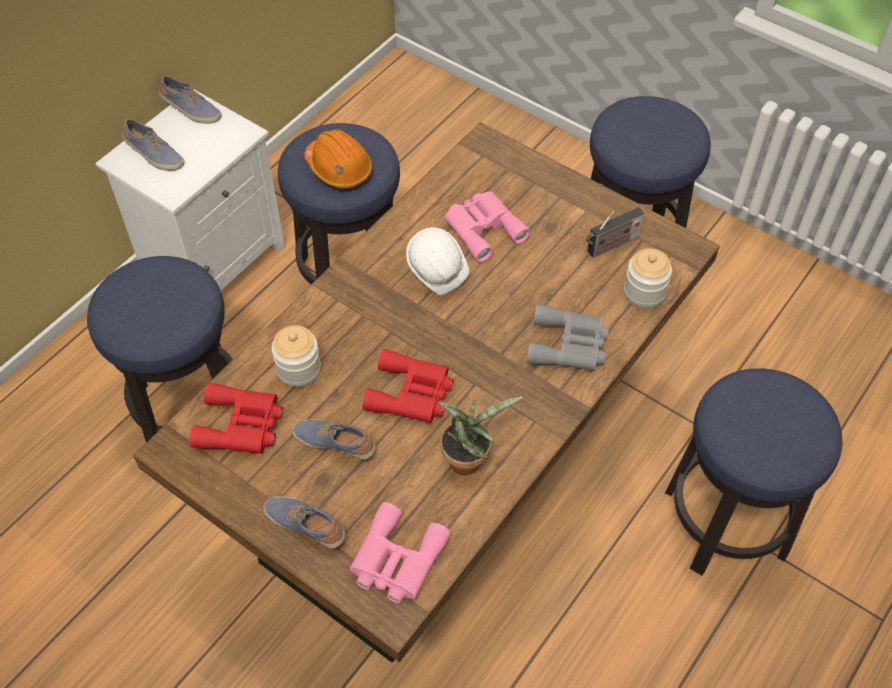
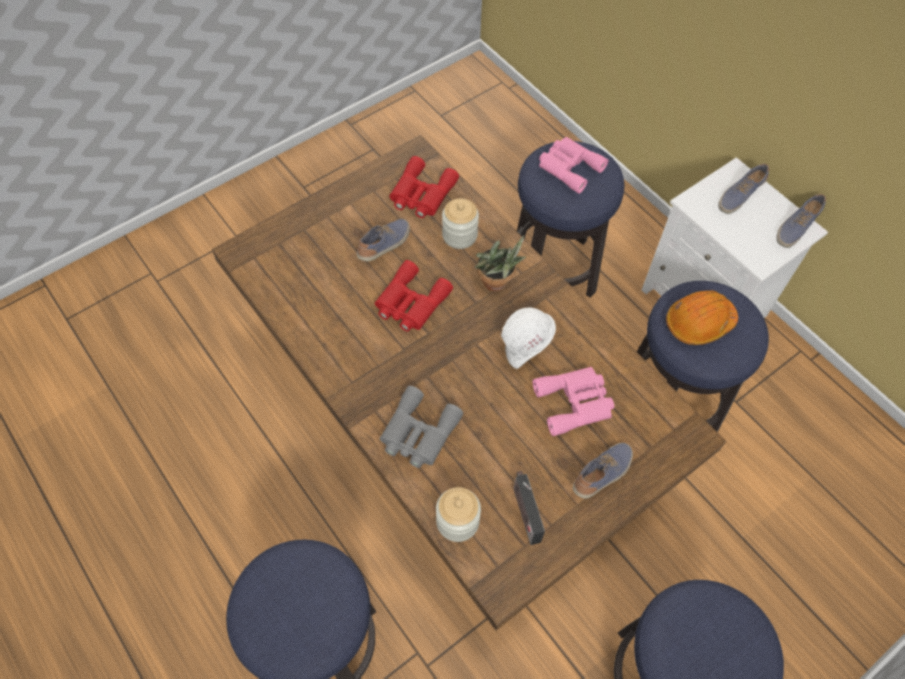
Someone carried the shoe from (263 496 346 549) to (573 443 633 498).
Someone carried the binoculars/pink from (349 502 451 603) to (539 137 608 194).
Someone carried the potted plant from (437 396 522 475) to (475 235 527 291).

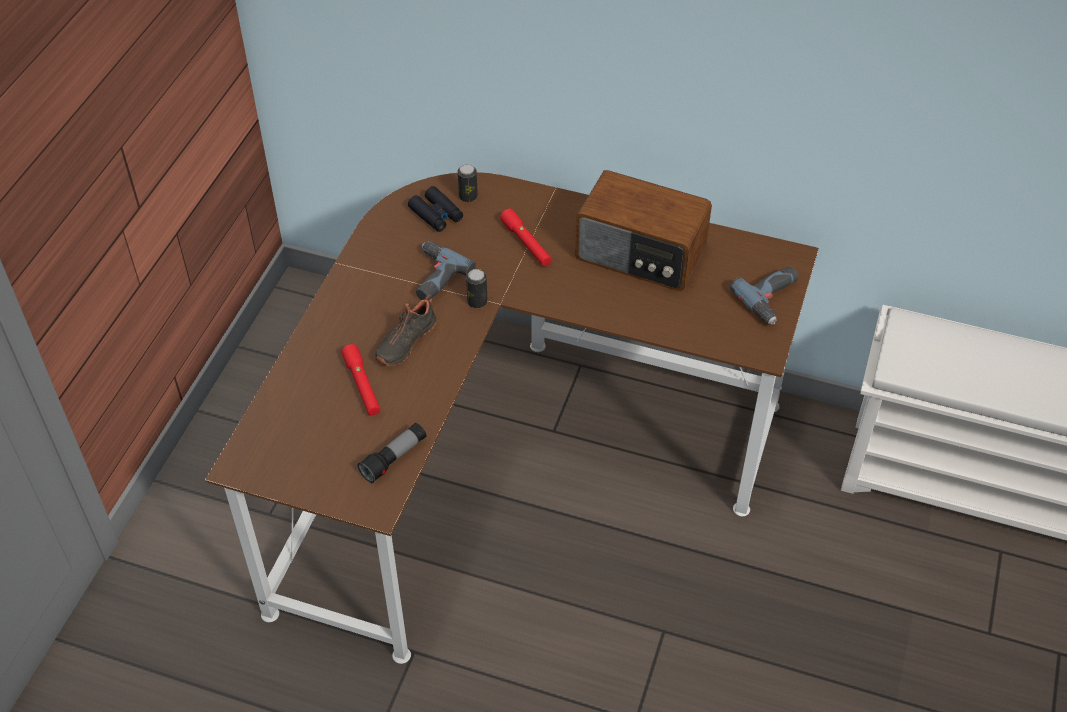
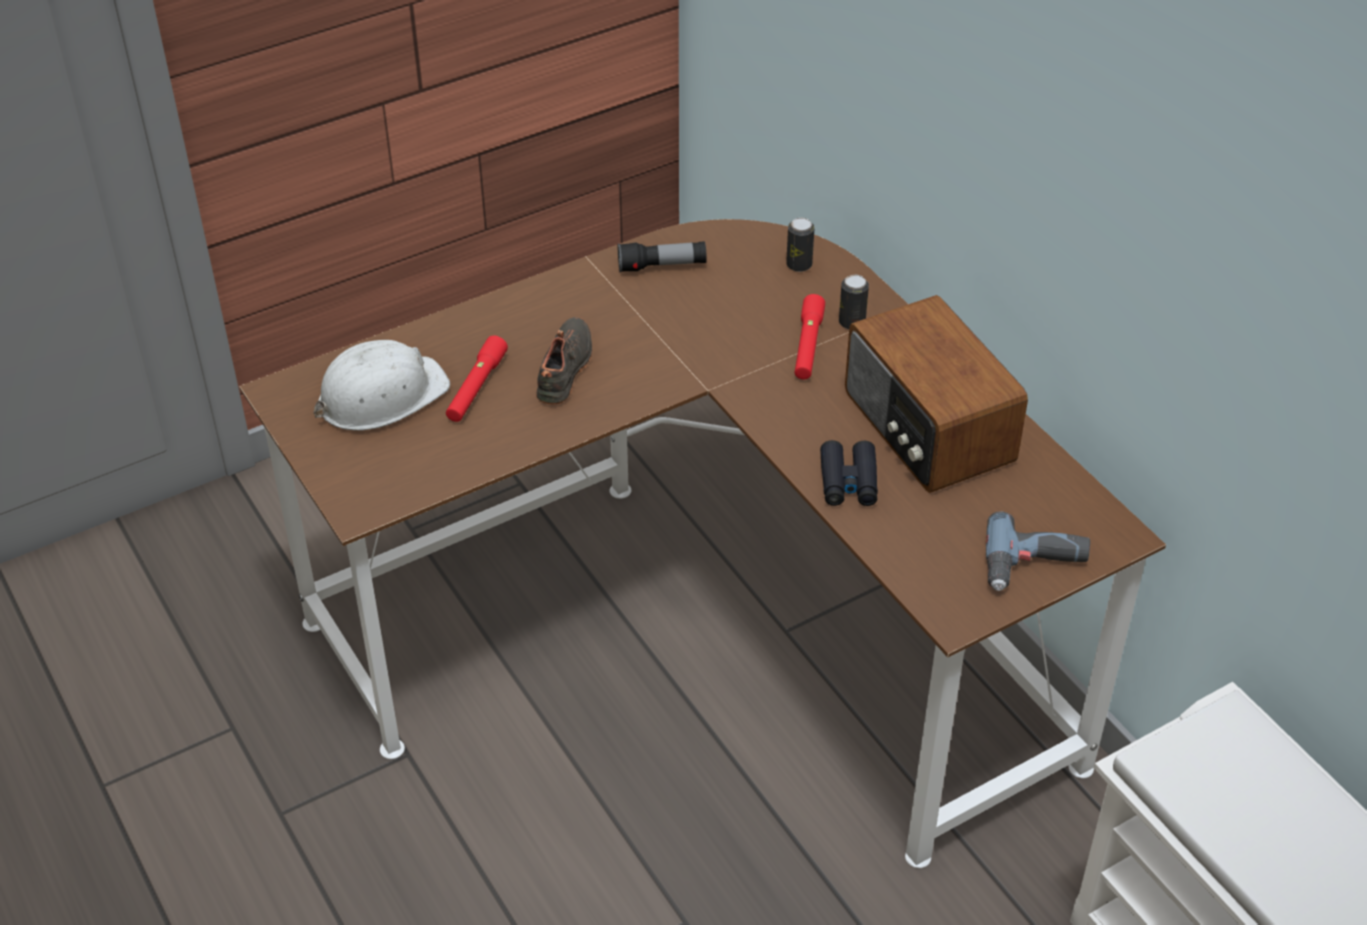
Someone carried the flashlight from (357 423 426 483) to (618 241 707 273).
Someone rotated the shoe/black at (375 295 436 366) by 120 degrees clockwise.
Someone carried the binoculars/black from (408 186 463 232) to (820 440 878 506).
Someone took away the power drill at (416 241 476 300).
Someone carried the can from (466 269 487 308) to (839 275 869 329).
Someone put down the hard hat/white at (313 340 450 431).

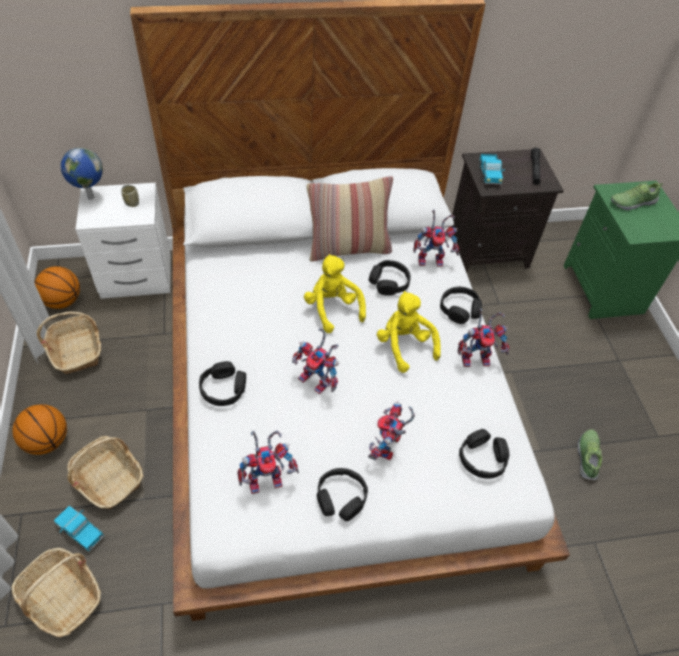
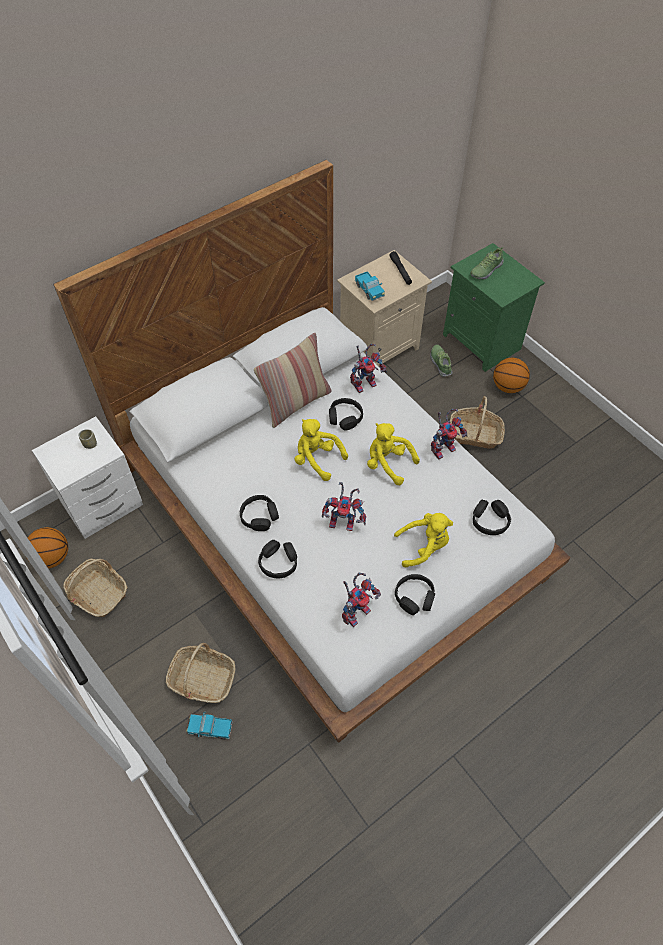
Someone carried the basket from (11 548 101 637) to (450 396 505 449).
Someone carried the basketball from (12 404 67 455) to (493 358 530 393).
Someone took away the globe at (61 148 103 200).
Someone swapped the toy robot at (368 401 415 460) for the plush toy/yellow at (394 513 453 567).
Someone carried the headphones/black from (440 287 482 324) to (240 495 279 531).
Someone repainted the nightstand/black at (450 149 564 273), which became the nightstand/beige at (337 250 432 366).
Someone carried the shoe from (577 429 602 480) to (430 345 453 377).

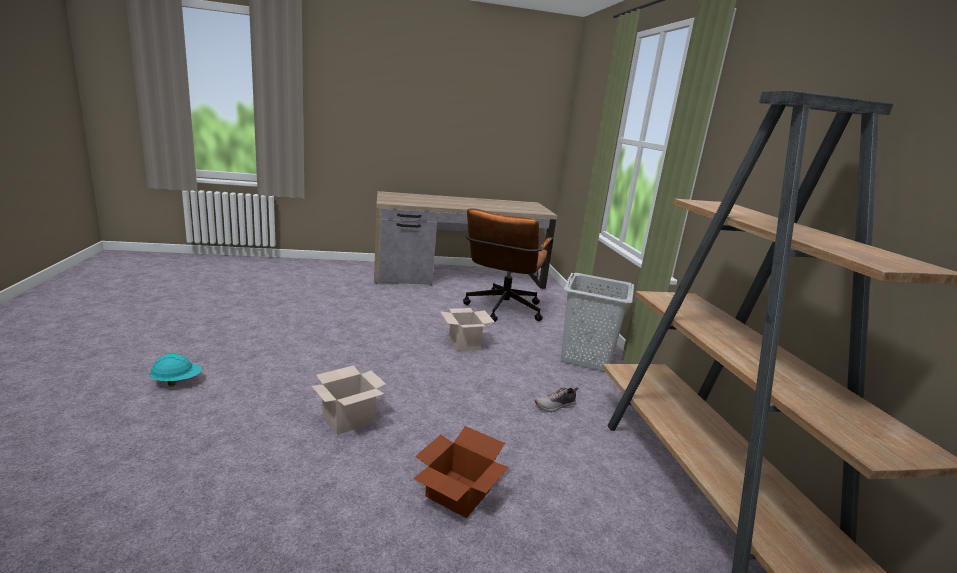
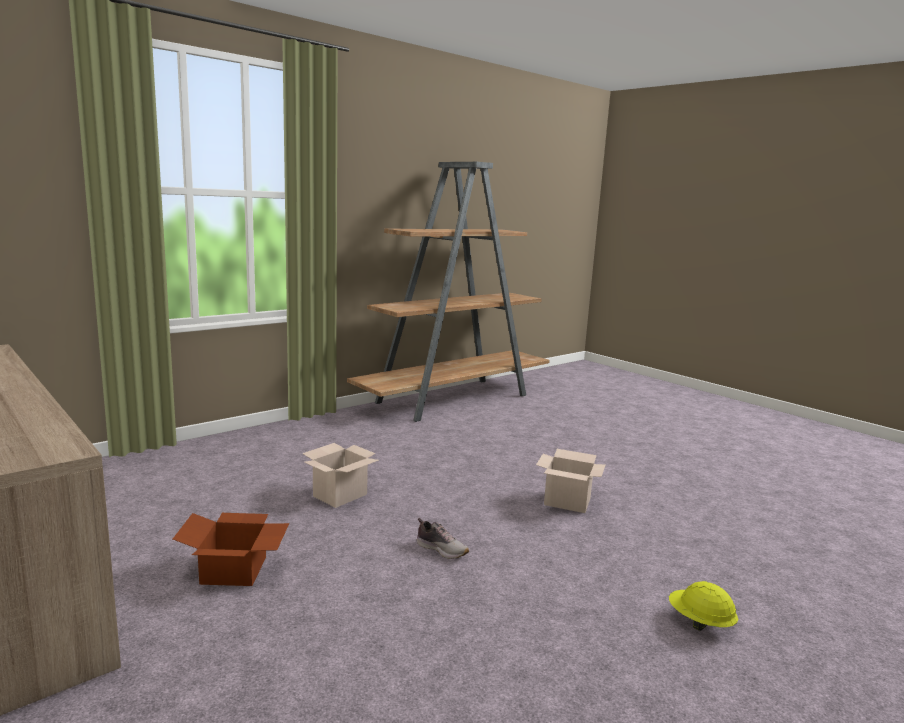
Someone repainted the hard hat/turquoise at (150 354 202 387), which became the hard hat/yellow at (669 581 738 631).
Someone carried the cardboard box from (414 426 508 518) to (173 513 289 586).
Someone took away the office chair/brown at (463 209 553 322).
Someone carried the shoe from (535 387 578 412) to (417 518 469 559).
Someone took away the laundry basket/grey at (561 273 634 372).

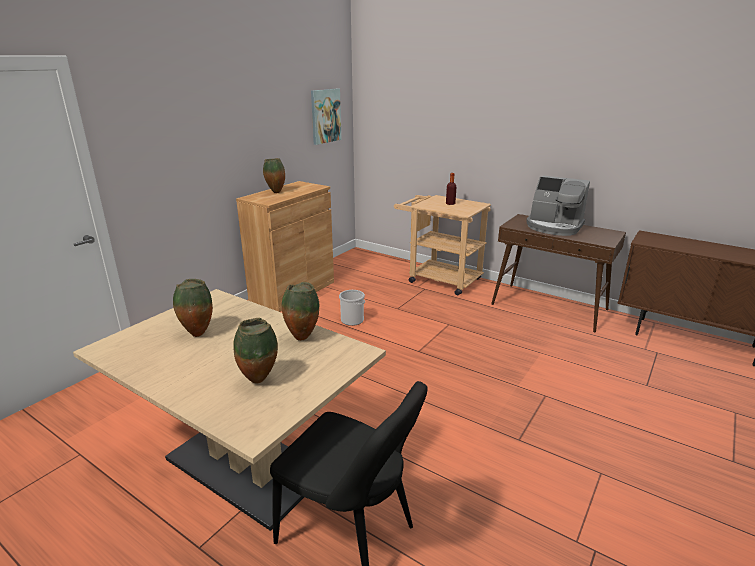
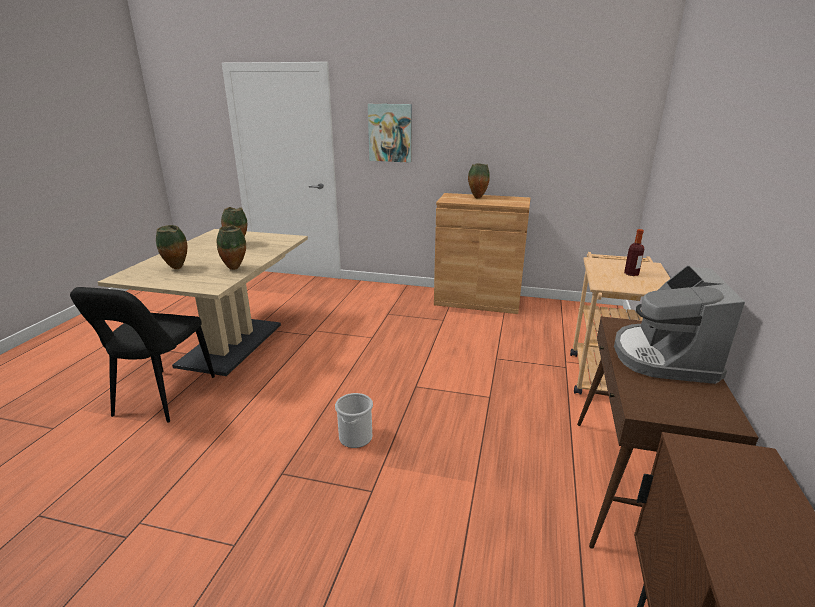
Someone carried the picture from (311 89 342 145) to (368 104 412 163).
Someone carried the bucket from (339 290 365 326) to (335 393 373 448).

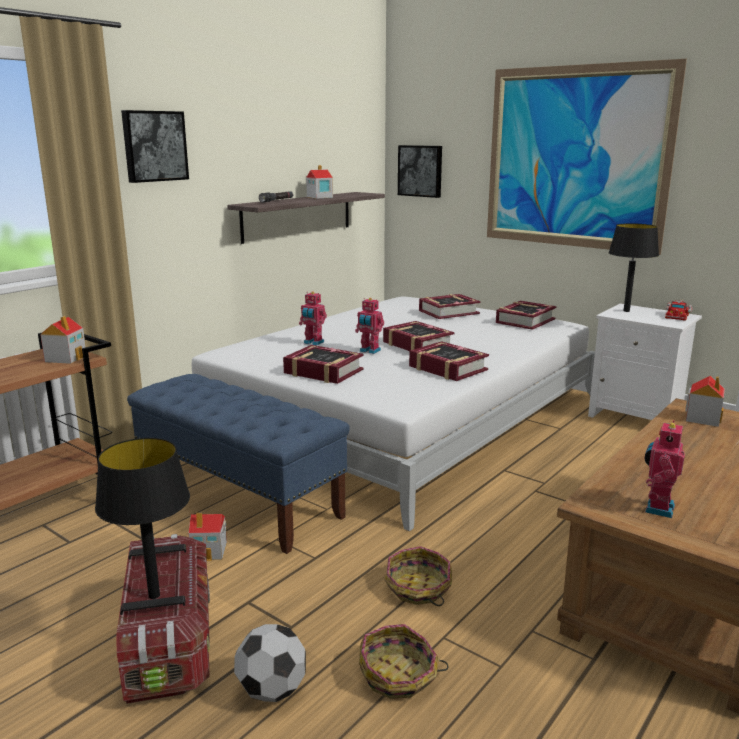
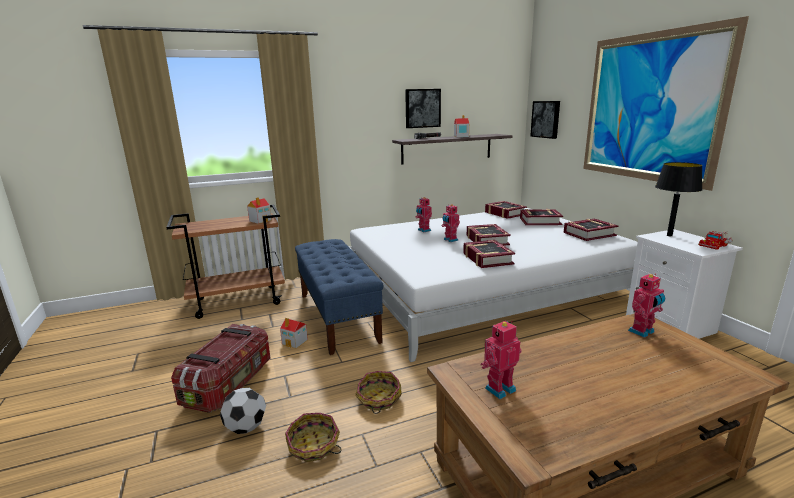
Someone took away the table lamp/black at (95 438 190 599).
Someone carried the picture from (121 110 189 183) to (405 89 441 128).
Someone carried the book from (283 345 364 384) to (485 201 527 219).
Someone swapped the toy house at (685 376 725 427) for the toy robot at (628 273 665 338).

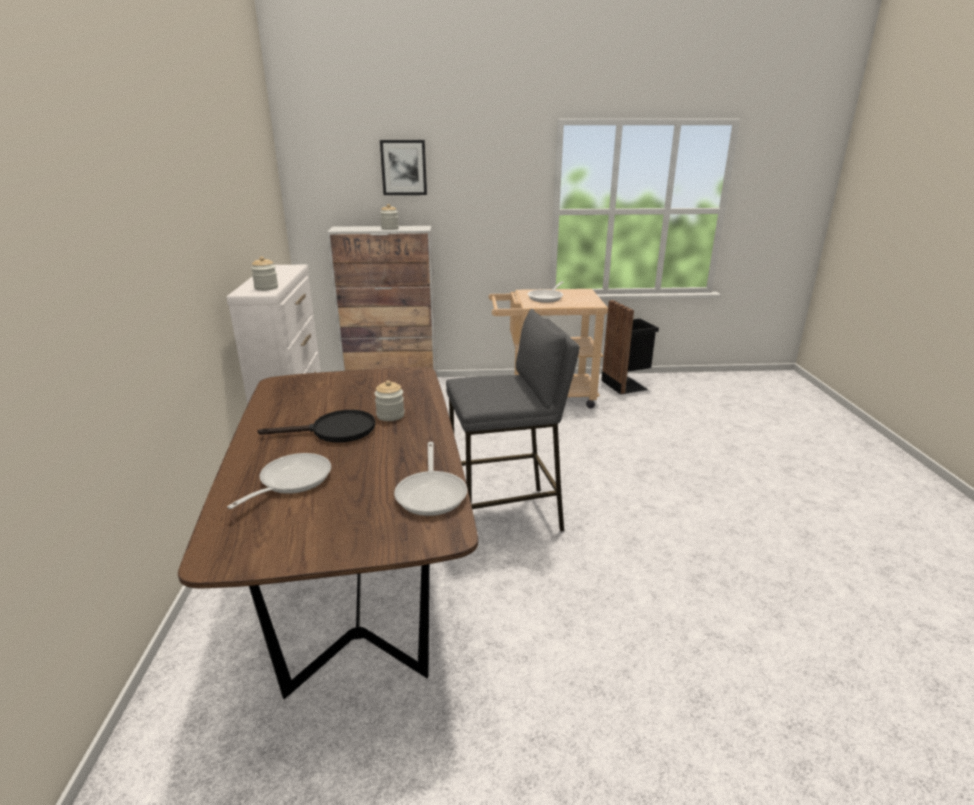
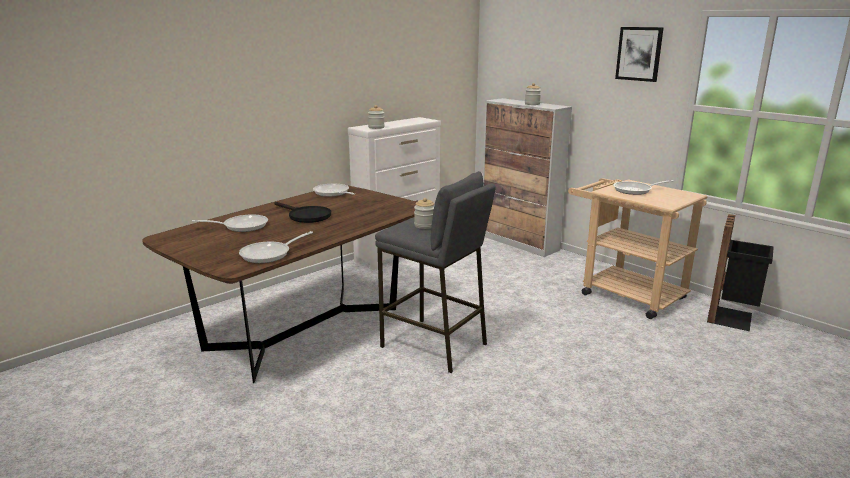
Someone carried the jar from (375 380 405 421) to (414 198 434 229).
Someone carried the picture from (380 140 427 195) to (615 27 664 82).
Someone put down the frying pan at (313 184 355 197).

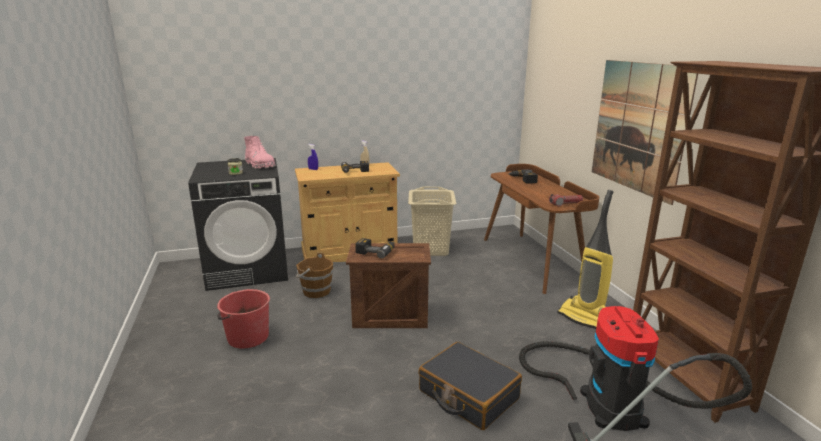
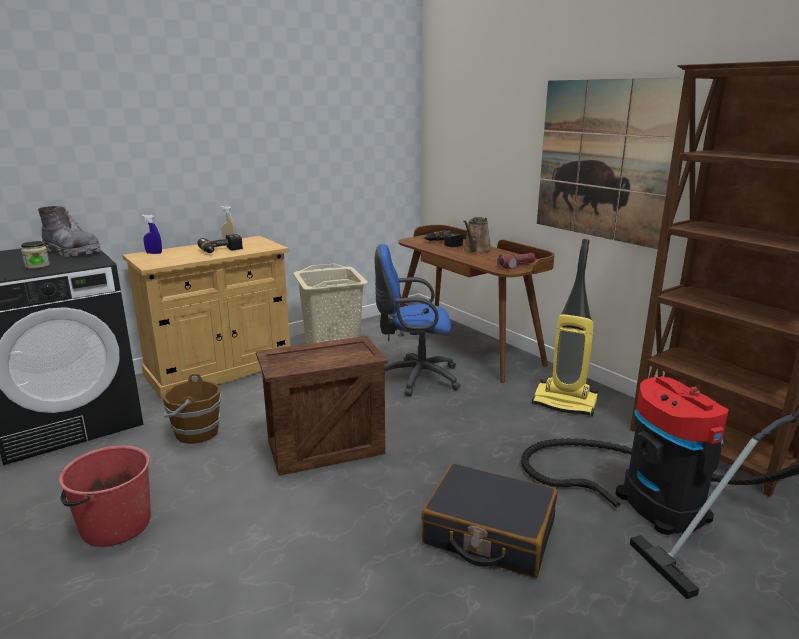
Someone repainted the boot/pink at (244 136 275 169), which became the boot/grey at (38 206 101 257).
Someone took away the power drill at (355 238 395 259).
Someone put down the office chair/blue at (375 244 461 396).
Someone put down the watering can/brown at (463 217 492 254).

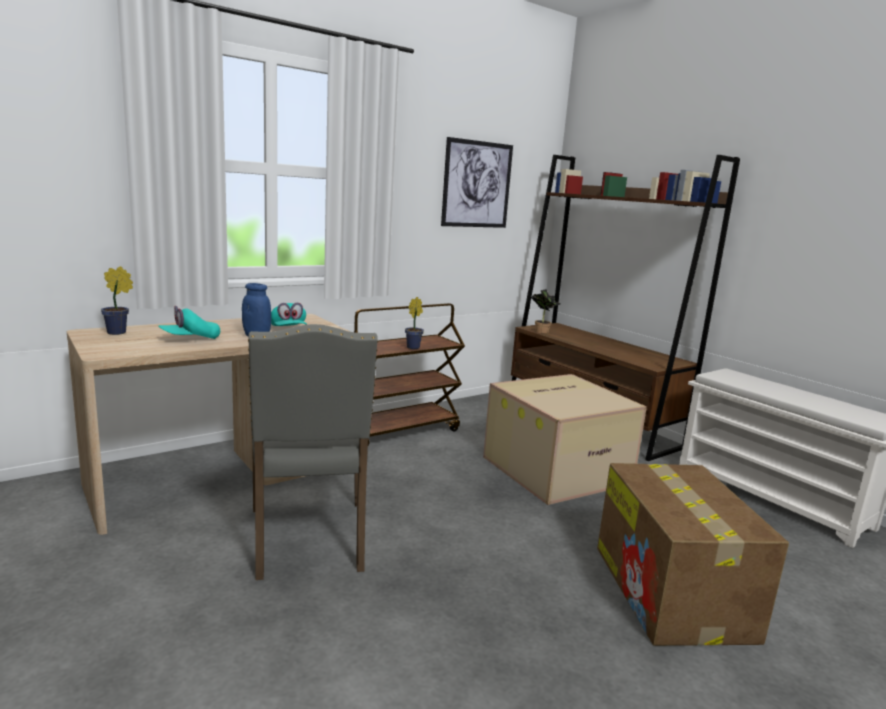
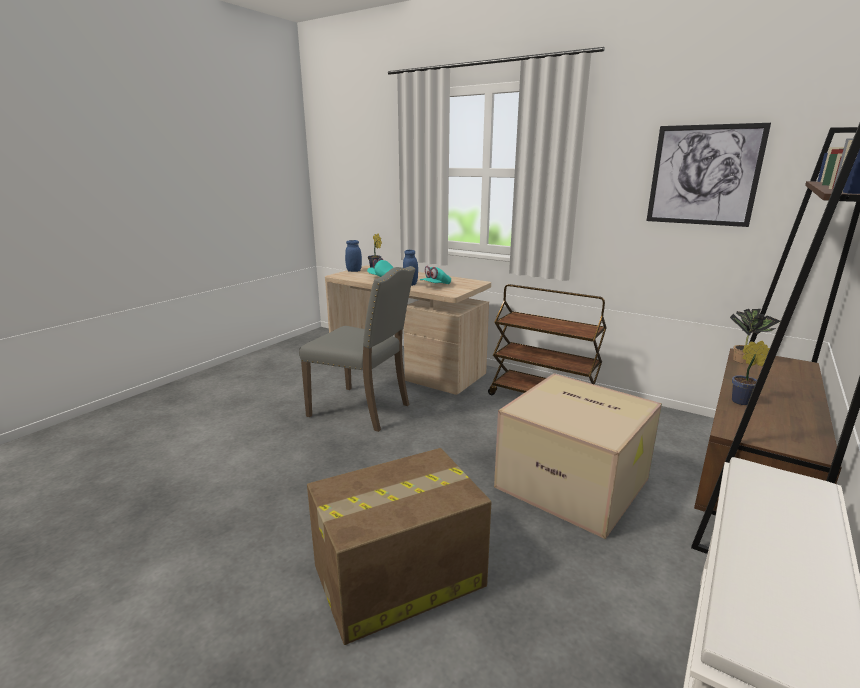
Someone rotated the chair/grey at (248 324 378 580) by 120 degrees counterclockwise.
Someone carried the potted plant from (405 297 424 349) to (732 341 770 405).
Someone put down the jar/blue at (345 240 362 272).

